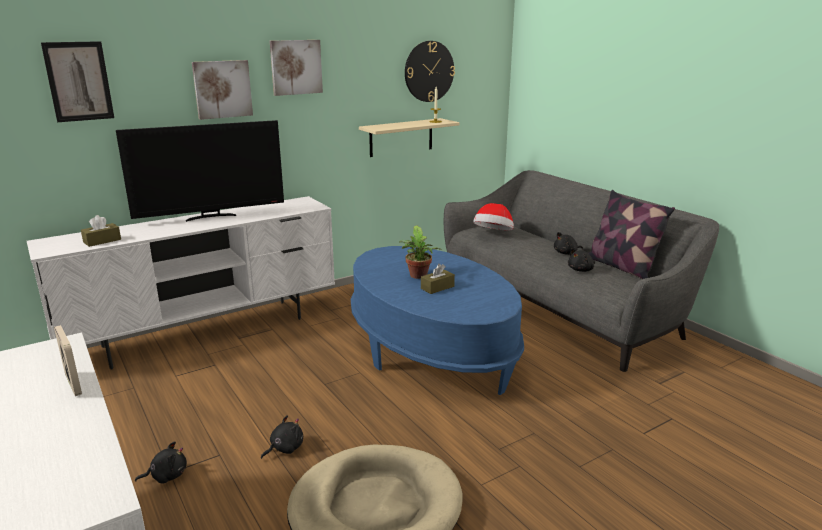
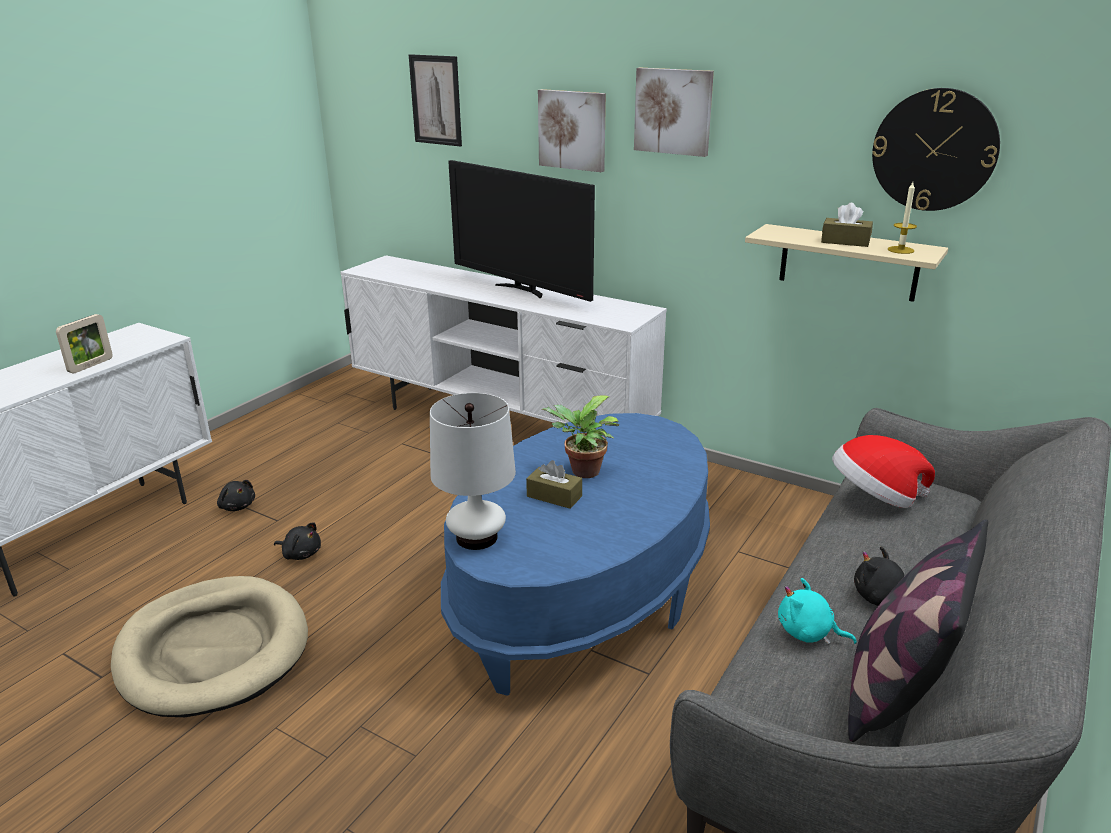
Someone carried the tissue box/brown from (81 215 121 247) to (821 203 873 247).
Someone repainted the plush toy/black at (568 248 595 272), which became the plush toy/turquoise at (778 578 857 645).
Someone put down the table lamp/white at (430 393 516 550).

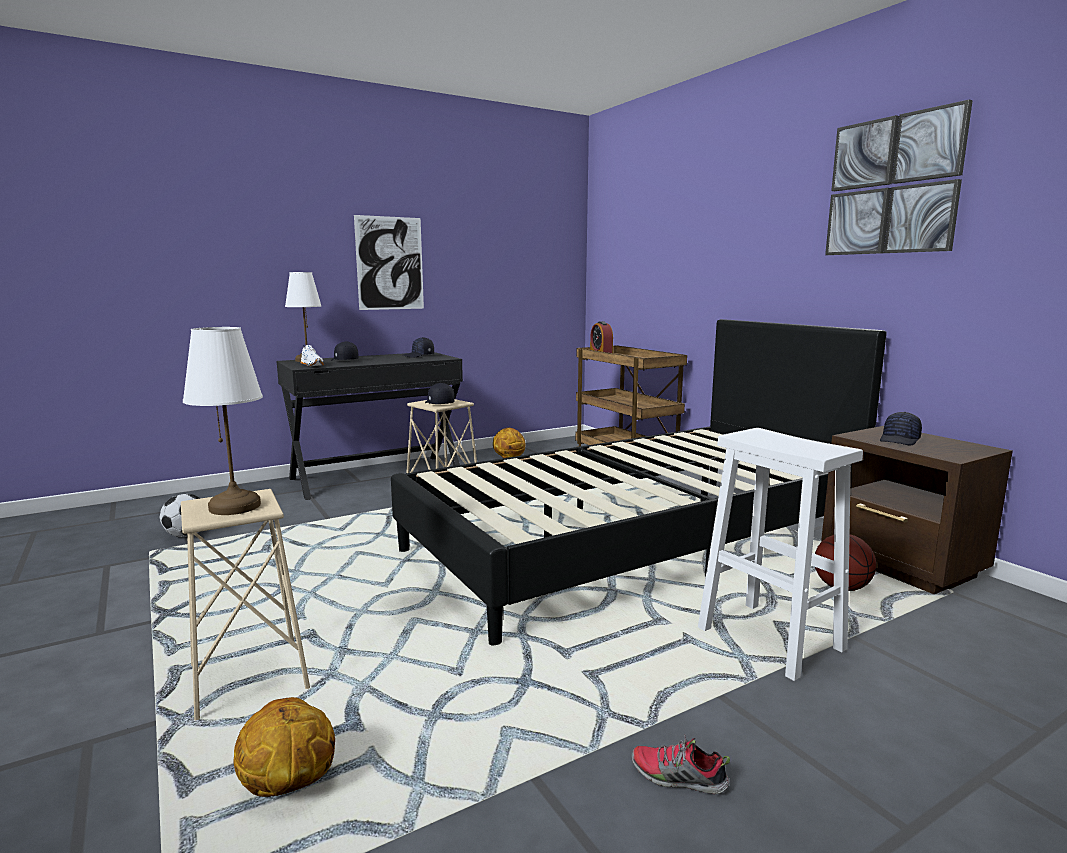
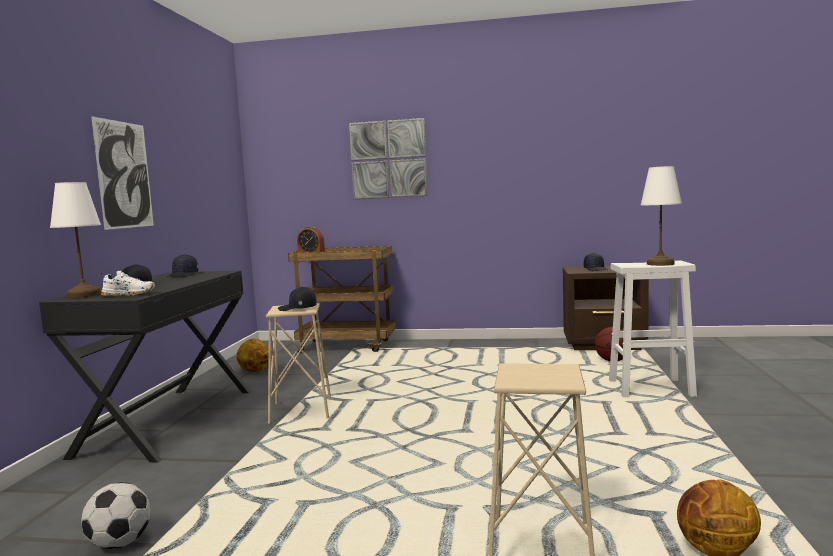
Someone carried the table lamp/white from (183 327 263 515) to (641 166 682 266).
Someone took away the bed/black at (391 319 886 645).
Someone took away the shoe at (631 737 730 794).
Someone carried the picture from (825 99 973 255) to (349 118 428 199).

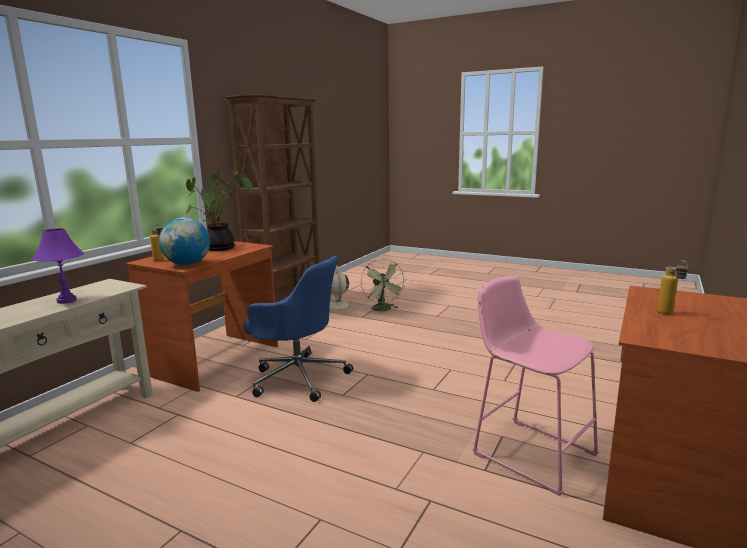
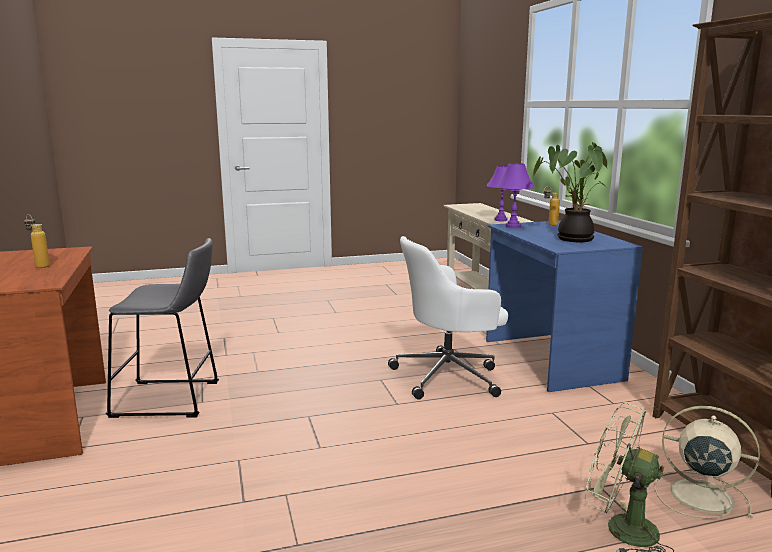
Someone repainted the desk/brown at (126 241 278 392), which became the desk/blue at (486 220 643 392).
Someone swapped the globe at (159 217 210 265) for the table lamp/purple at (496 163 535 228).
Someone repainted the office chair/blue at (243 255 353 402), which became the office chair/white at (388 236 508 400).
Someone repainted the stool/pink at (472 275 599 496), which became the stool/grey at (106 238 219 418).

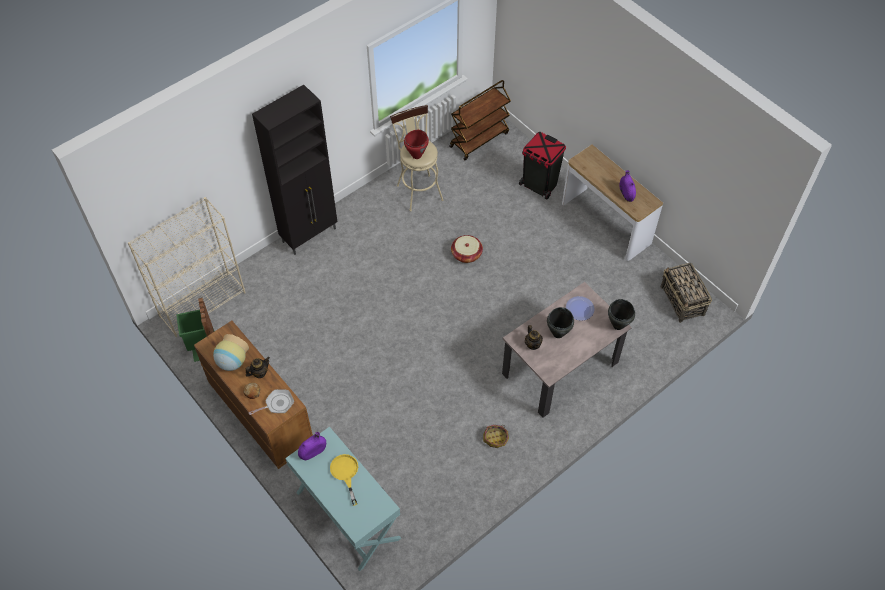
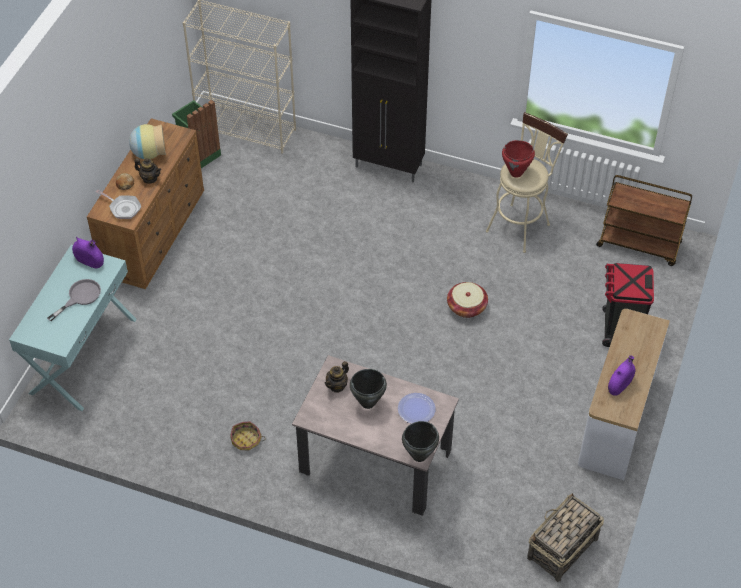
Someone repainted the frying pan/yellow at (330 454 358 506), which became the frying pan/grey at (47 279 101 321).

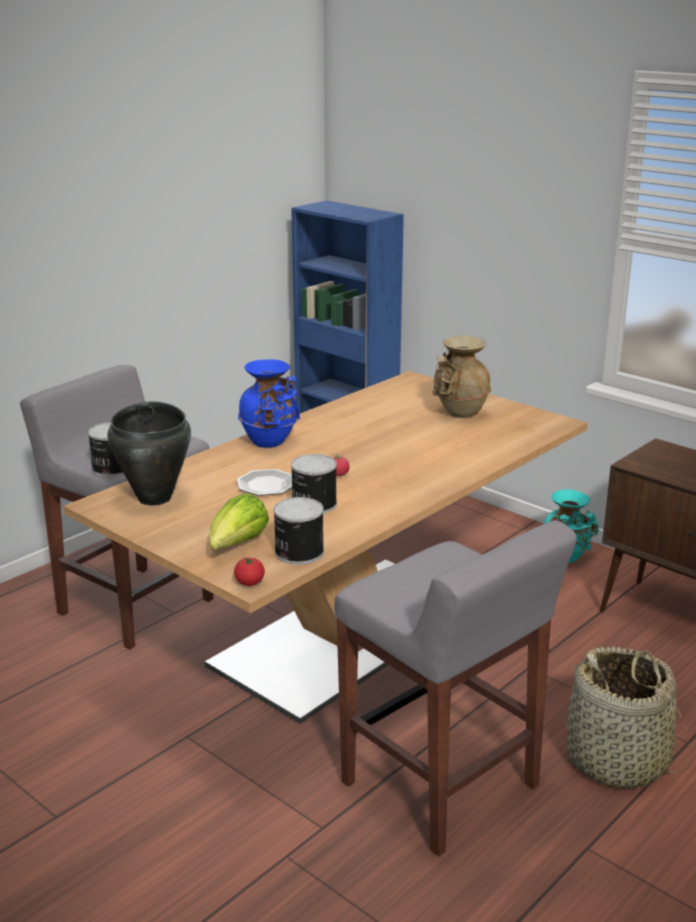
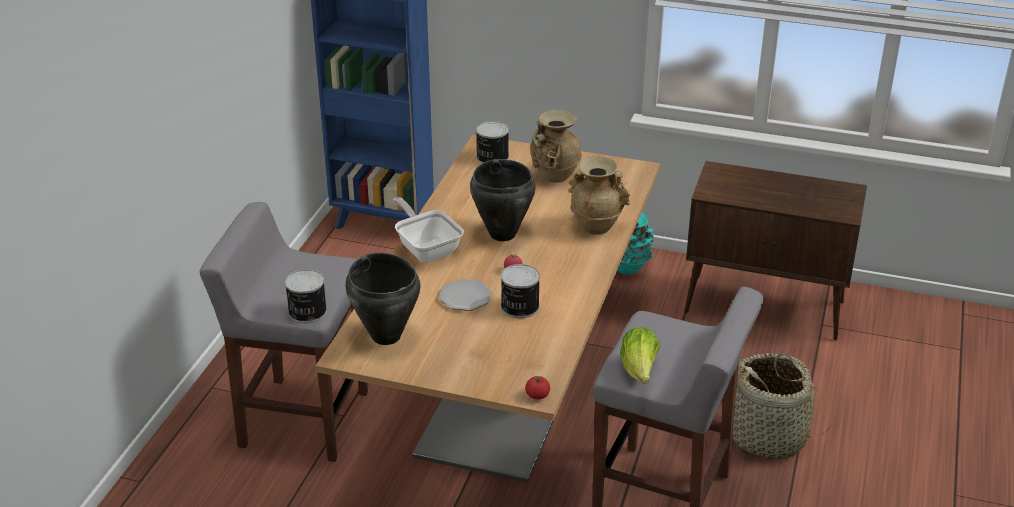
Someone carried the lettuce from (210 493 269 550) to (620 327 660 383).
Someone swapped the vase/blue at (238 360 300 448) for the frying pan at (393 197 464 263).
Someone carried the can from (273 497 324 565) to (476 121 509 164).
Someone put down the cooking pot/black at (470 159 536 241).
Someone put down the vase/beige at (568 156 630 235).

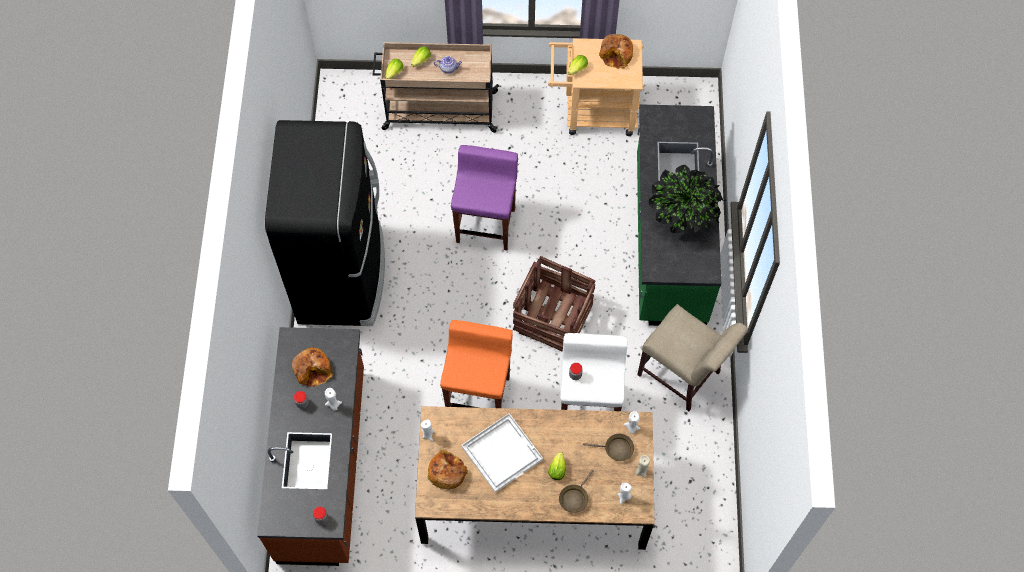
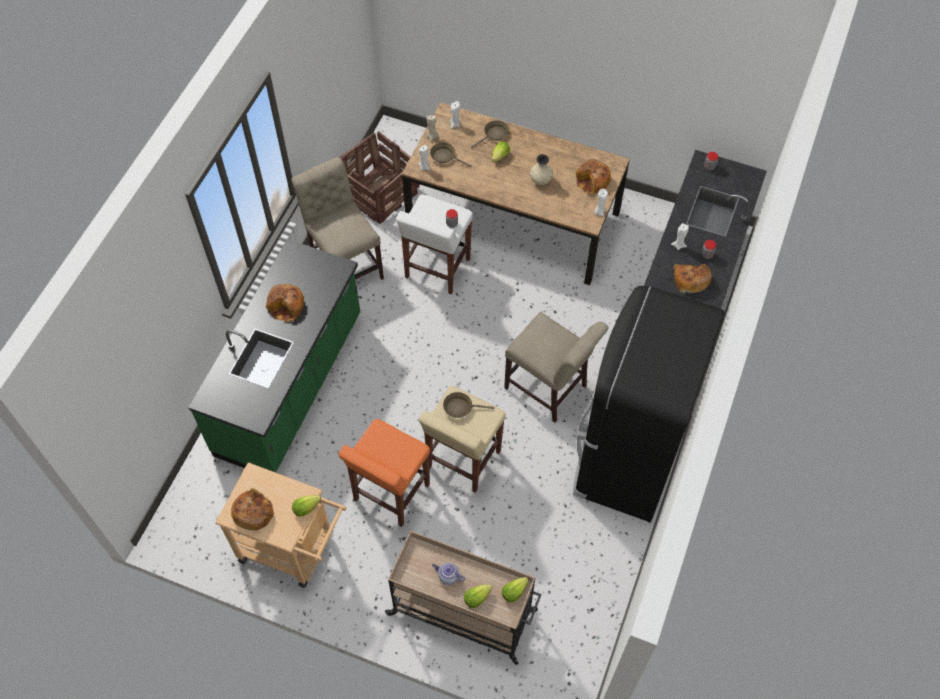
Someone carried the stool/orange from (440 320 513 408) to (338 419 430 527).
Someone repainted the stool/purple at (451 145 518 250), which became the stool/beige at (419 386 506 493).
Someone swapped the tray/white at (461 413 543 493) for the vase/beige at (530 154 553 185).
Someone carried the crate from (513 256 596 352) to (340 132 419 224).
Someone swapped the potted plant at (649 165 726 233) for the bread at (266 284 304 322).
Someone put down the frying pan/brown at (443 392 494 418).
Someone put down the chair/beige at (504 312 608 423).

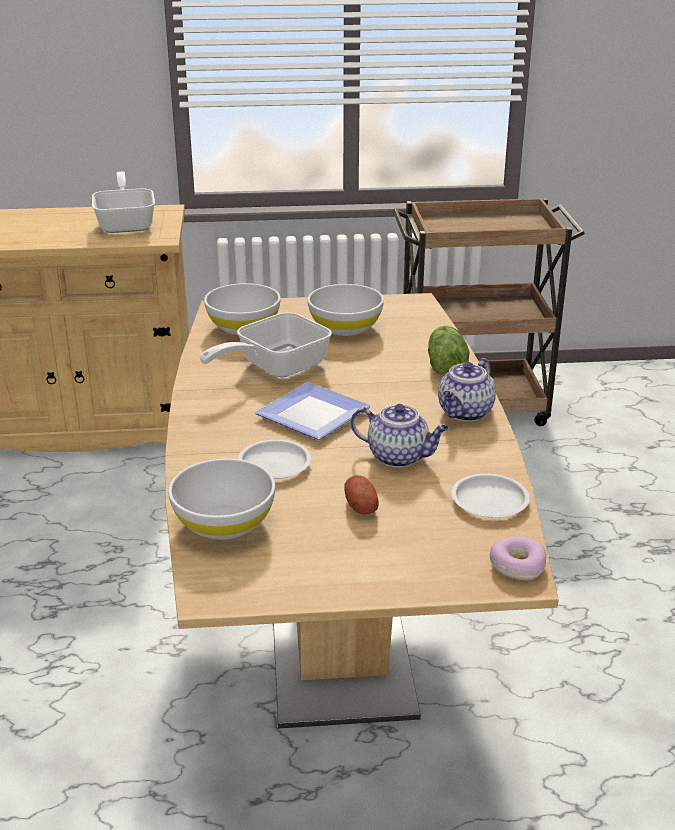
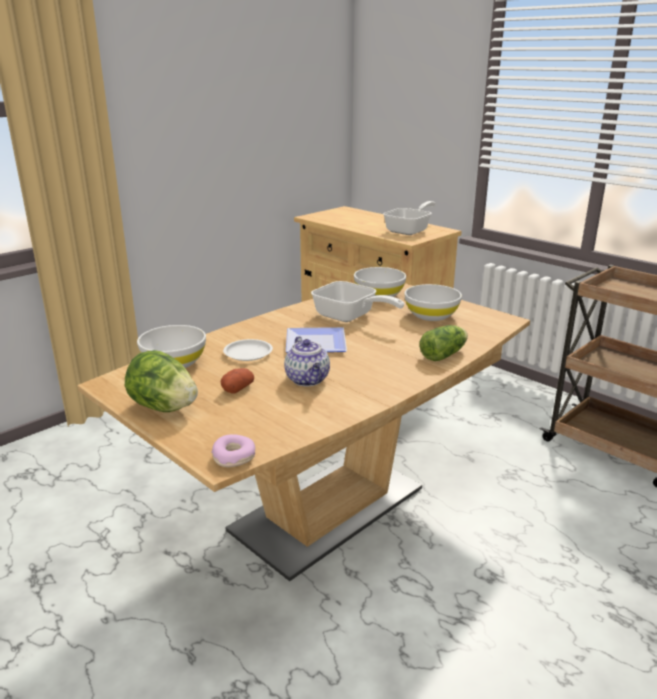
Someone rotated the frying pan at (199 312 332 377) by 150 degrees counterclockwise.
Someone took away the teapot at (438 358 496 421).
Someone took away the plate/white at (452 474 530 517).
Someone put down the lettuce at (125 350 198 412).

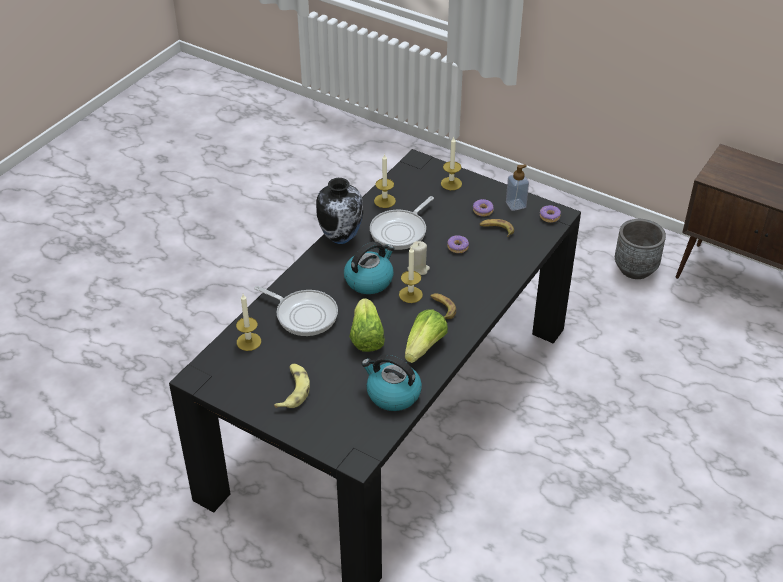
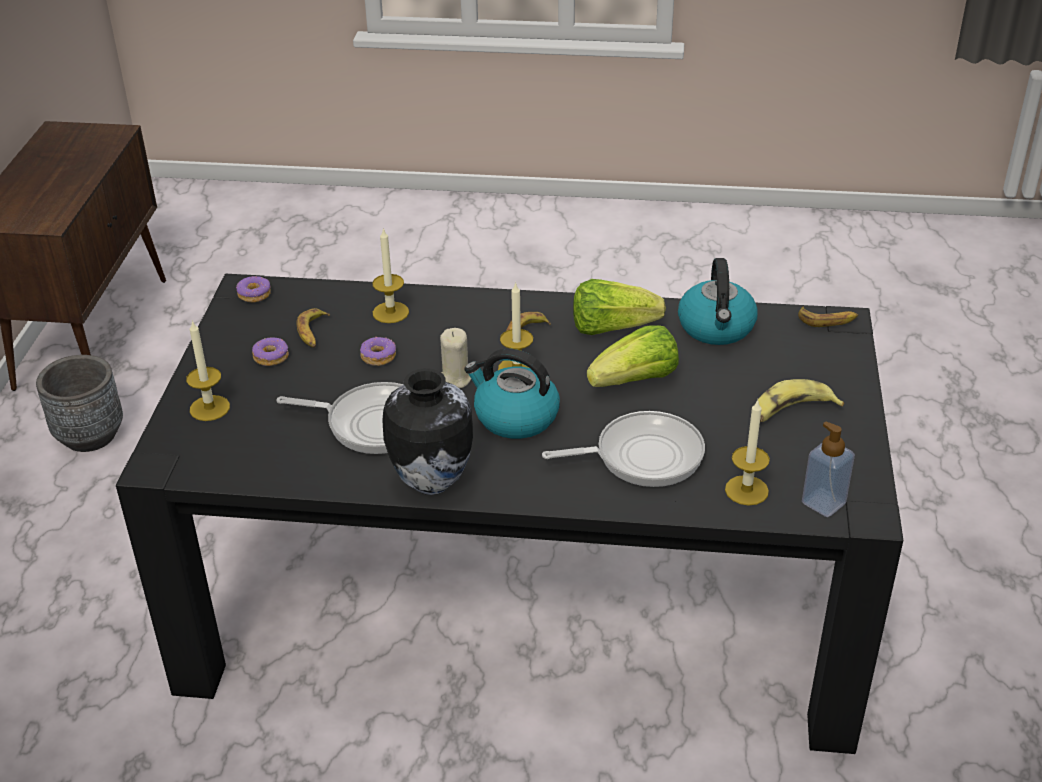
Someone rotated the frying pan at (254 286 338 336) by 75 degrees clockwise.
Someone carried the candle from (374 153 396 208) to (372 228 409 323).
Someone carried the soap dispenser from (506 164 529 211) to (802 422 855 517).
Someone put down the banana at (798 306 858 327).

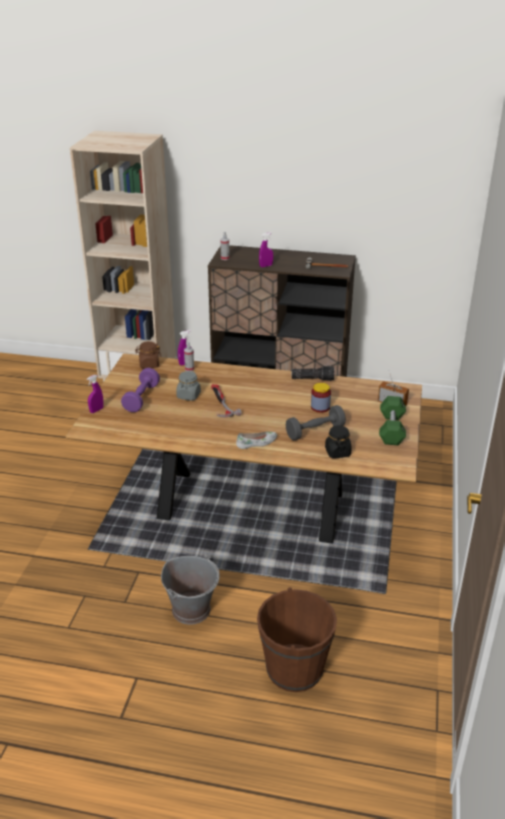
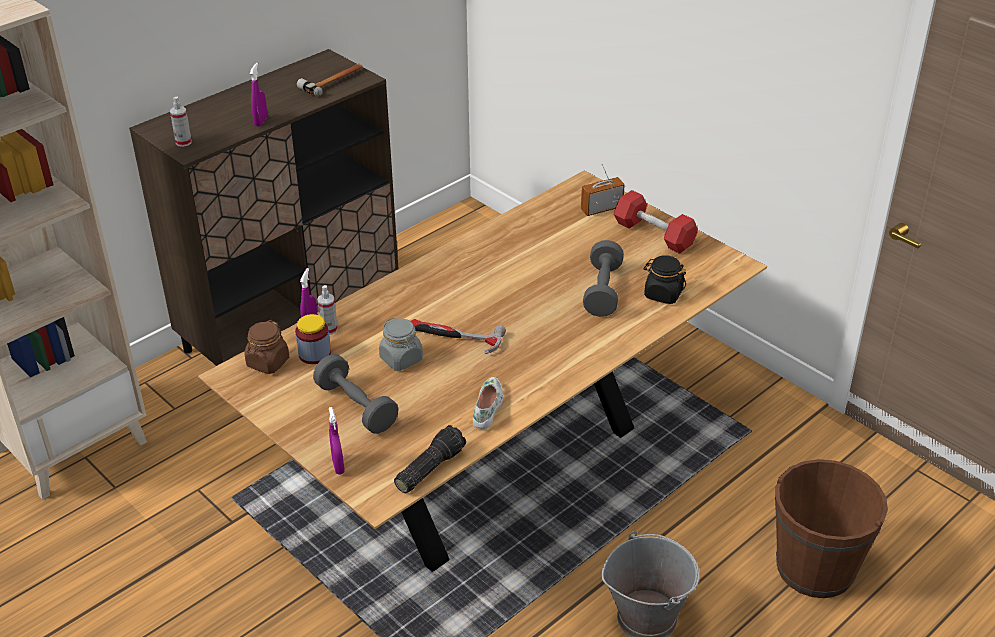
Someone repainted the dumbbell/purple at (121 368 160 412), which became the dumbbell/grey at (313 354 399 434).
Someone carried the shoe/white from (236 432 277 449) to (473 377 503 429).
Someone carried the flashlight from (292 366 334 381) to (394 425 466 493).
Someone carried the jar from (311 383 331 413) to (295 314 331 364).
Someone repainted the dumbbell/green at (379 396 406 445), which became the dumbbell/red at (614 190 698 254).

